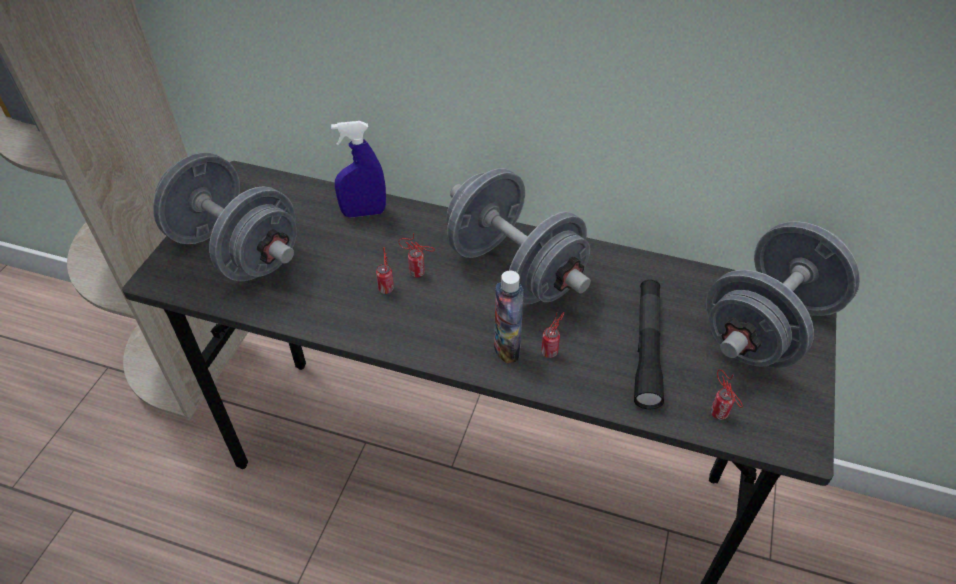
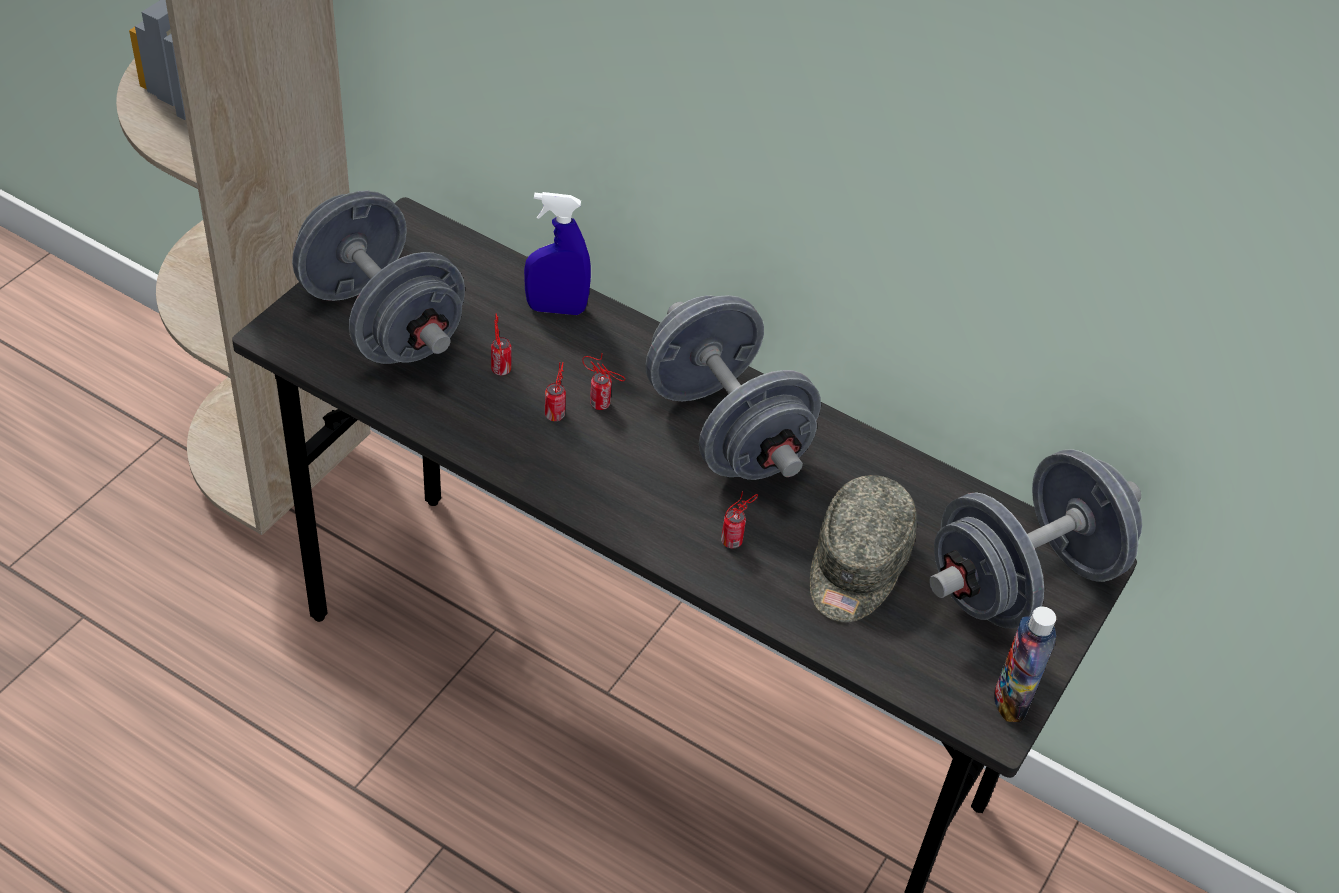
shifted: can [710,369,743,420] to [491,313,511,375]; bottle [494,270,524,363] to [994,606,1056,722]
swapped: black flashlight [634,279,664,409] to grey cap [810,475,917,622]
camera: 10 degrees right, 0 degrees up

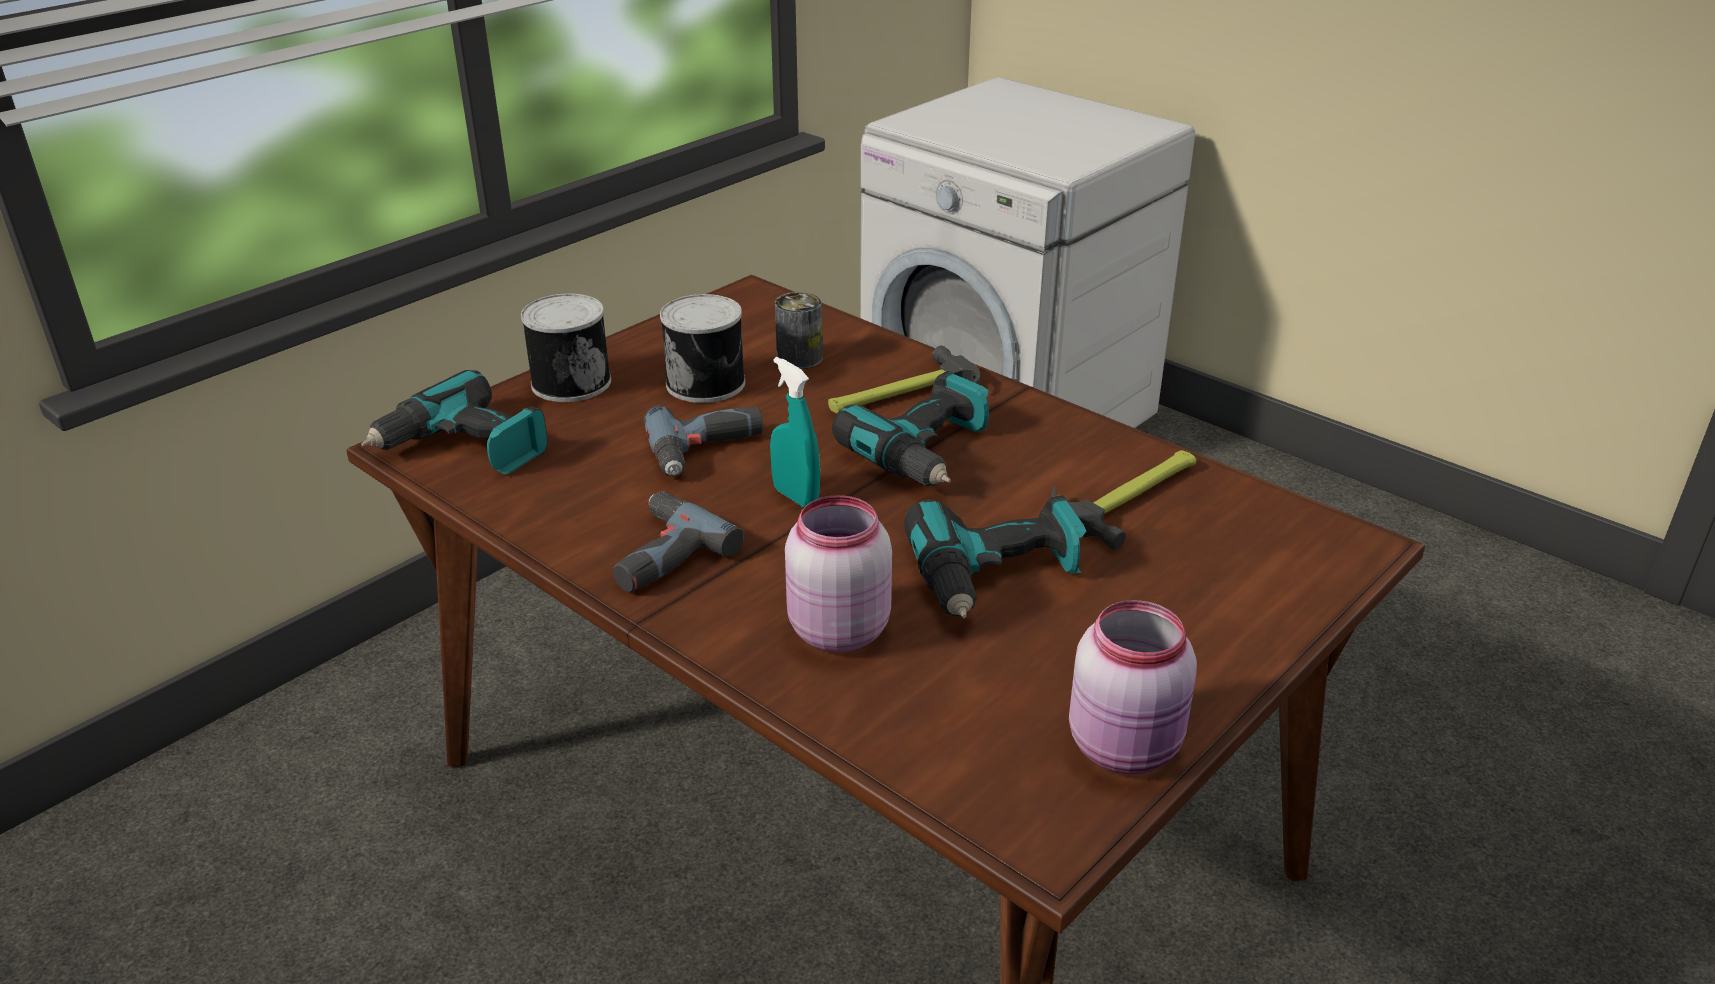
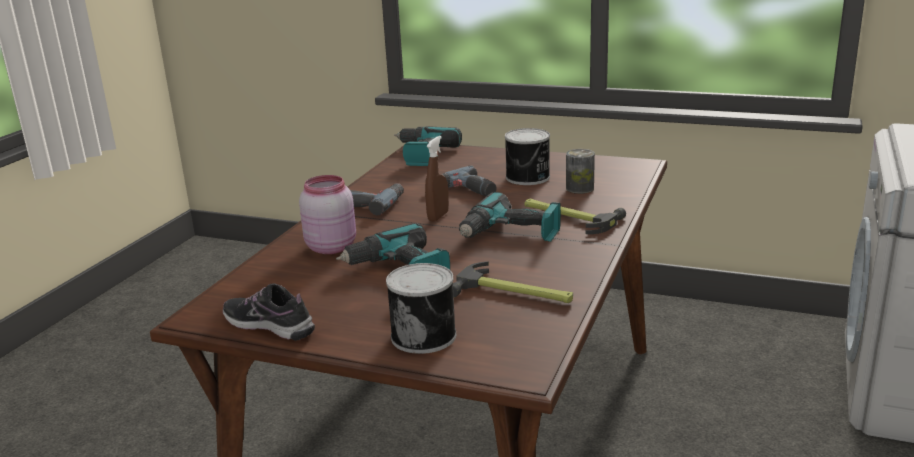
shifted: can [521,294,611,402] to [386,263,456,354]
swapped: pink jar [1069,600,1197,774] to shoe [223,283,315,341]
repainted: turquoise spray bottle [770,357,820,507] to brown spray bottle [425,136,449,221]
camera: 70 degrees right, 10 degrees down

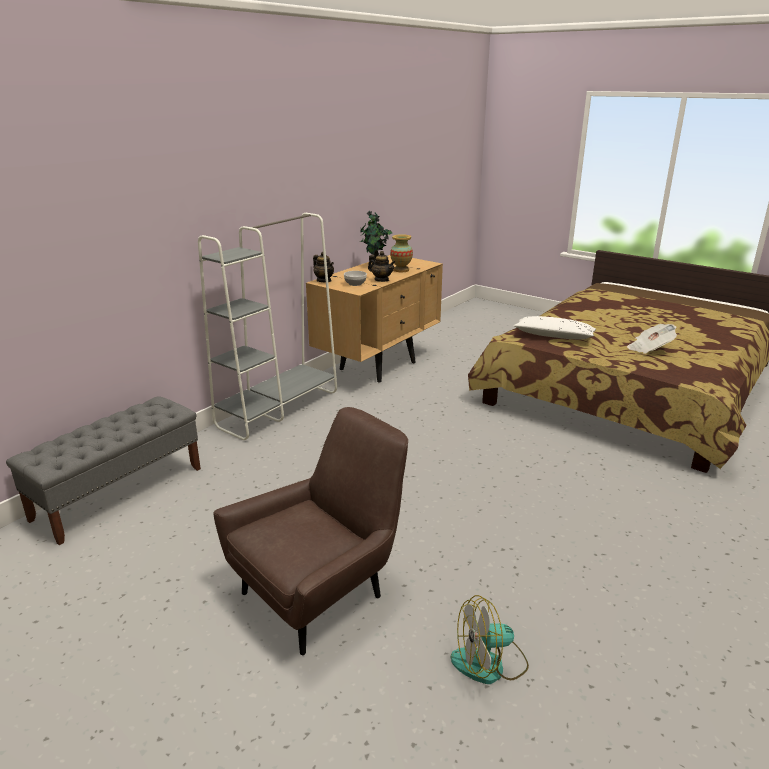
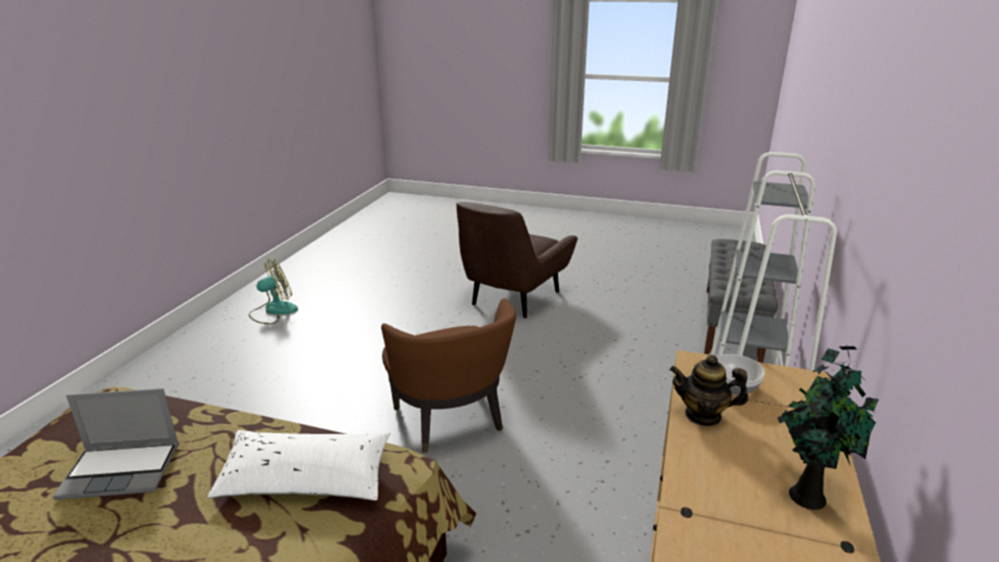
gone: teapot [313,252,334,282]; vase [390,234,413,272]
new: brown armchair [381,298,516,453]
shifted: fan [451,595,529,684] to [249,259,298,324]
swapped: newspaper [627,324,677,354] to laptop [53,388,179,500]
camera: 160 degrees right, 0 degrees up

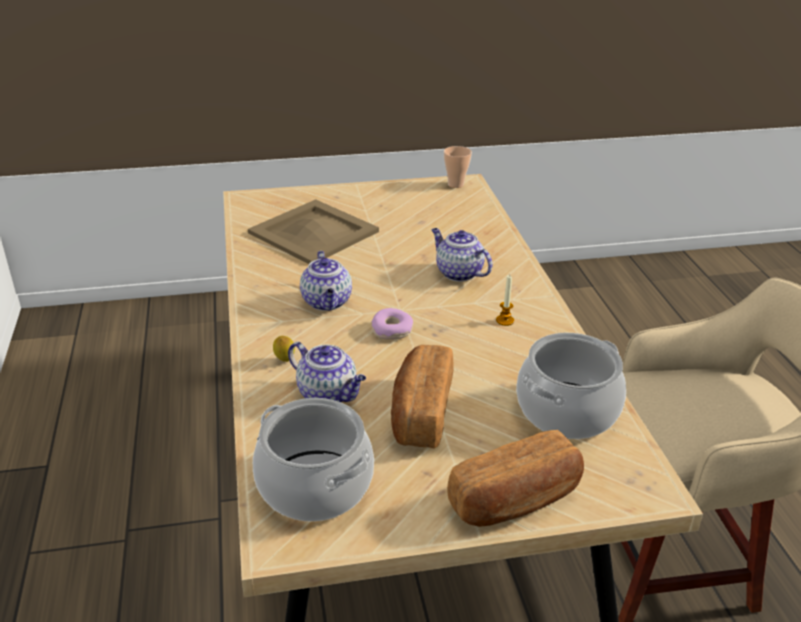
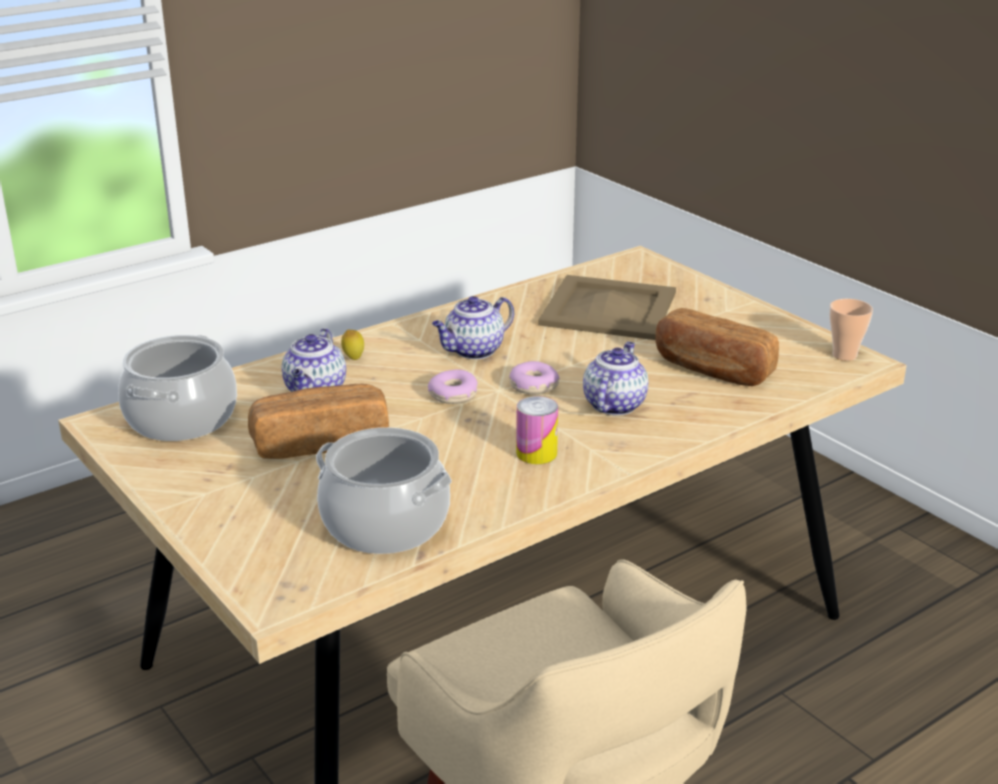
new: donut [509,361,559,394]
shifted: bread [447,430,584,527] to [655,308,779,386]
swapped: candle [496,275,514,326] to can [516,396,558,464]
camera: 65 degrees right, 5 degrees down

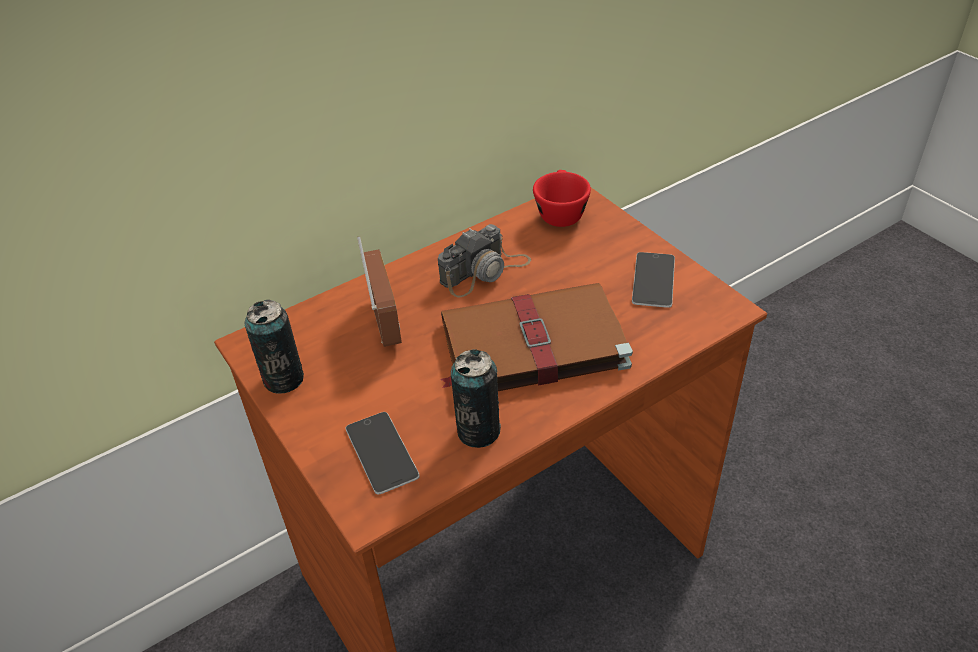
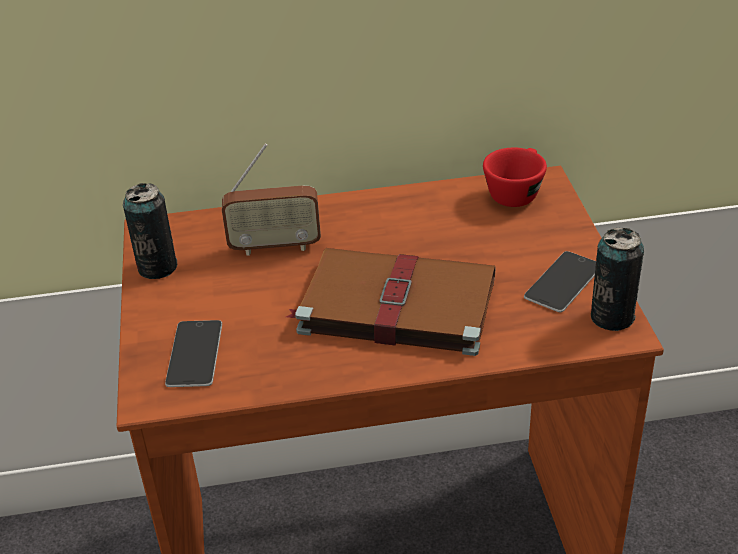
gone: photo camera [438,224,531,297]
shifted: can [451,349,501,448] to [591,228,644,331]
rotated: radio [357,236,402,347] = [222,143,321,256] 75 degrees clockwise
camera: 25 degrees right, 5 degrees down

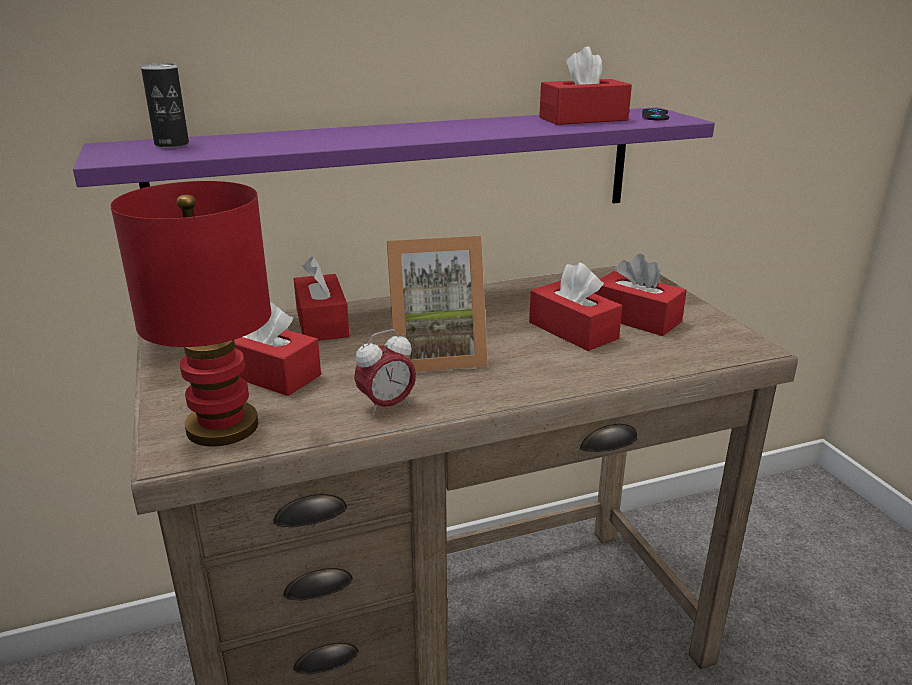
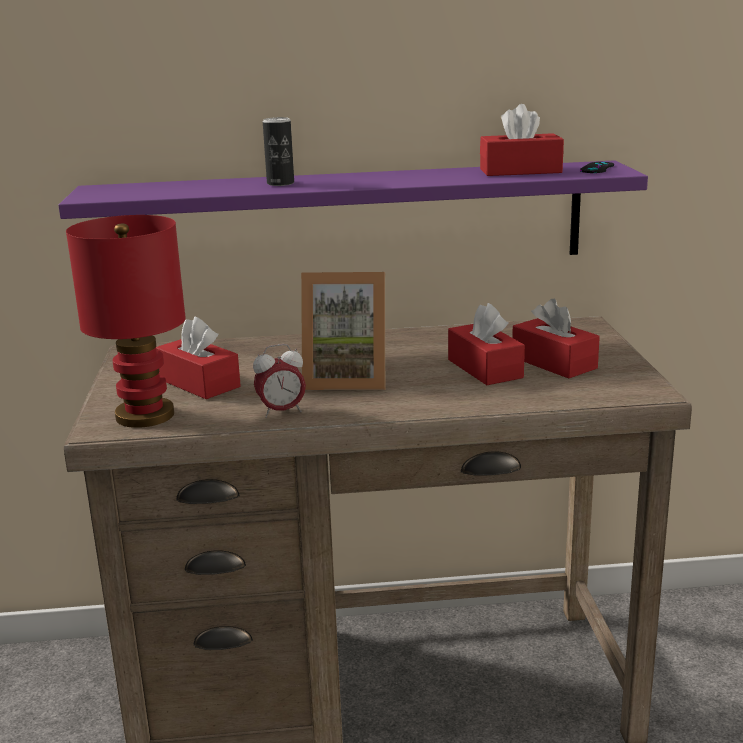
gone: red tissue box [294,257,349,341]
shifted: can [141,63,189,148] to [263,117,294,186]
camera: 15 degrees right, 5 degrees down

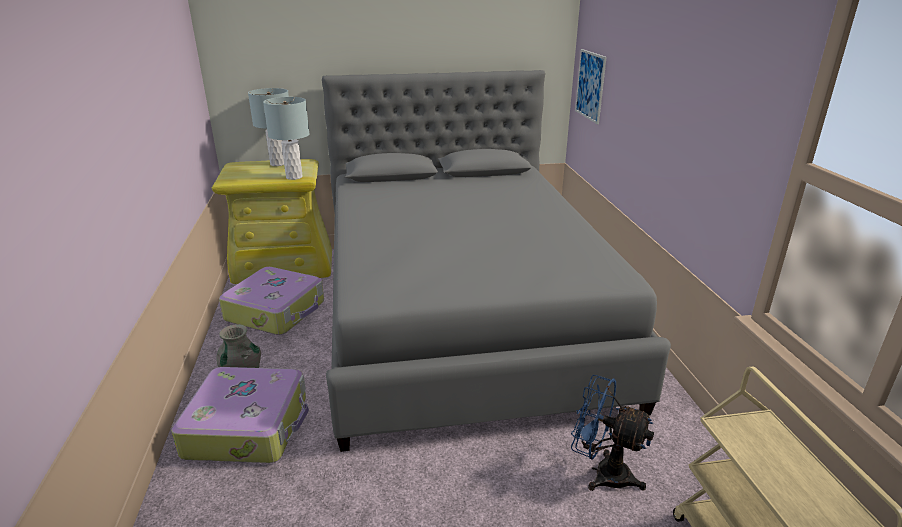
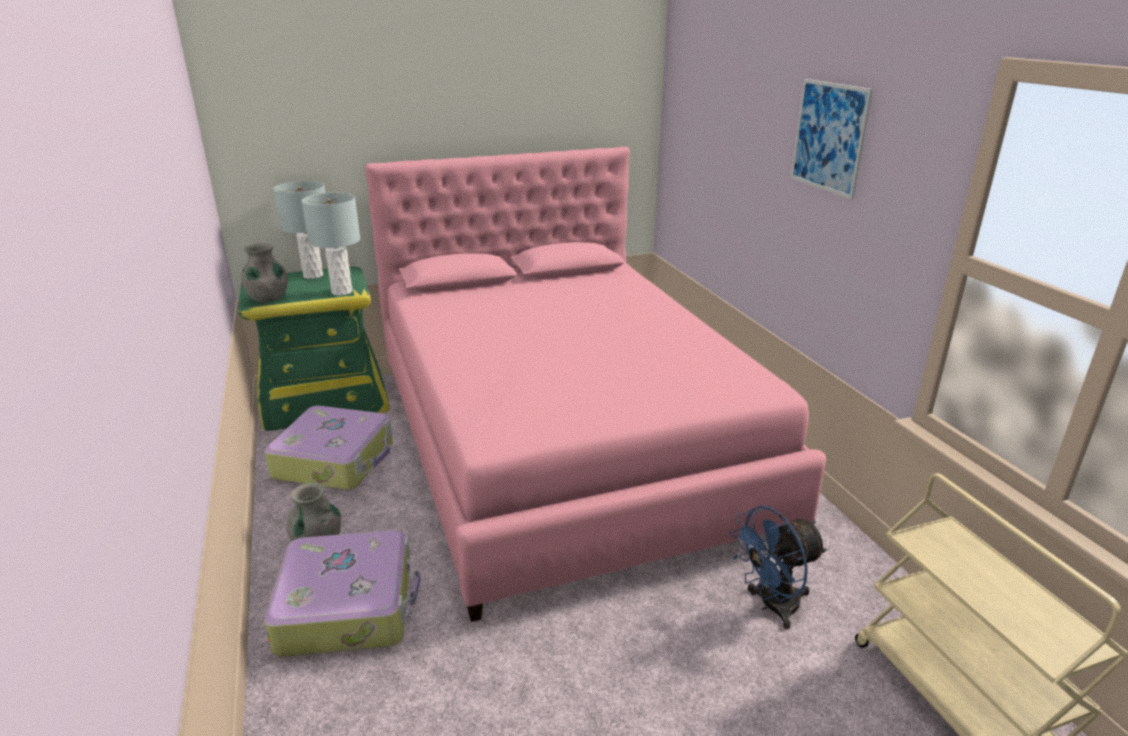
new: grey vase [241,243,288,303]
shifted: picture [575,49,607,124] to [790,79,873,199]
repainted: yellow nightstand [212,159,332,284] to green nightstand [238,266,390,431]; grey bed [322,70,671,452] to pink bed [365,147,826,622]
rotated: blue fan [571,375,654,491] = [729,506,827,629] 45 degrees counterclockwise
camera: 10 degrees left, 0 degrees up

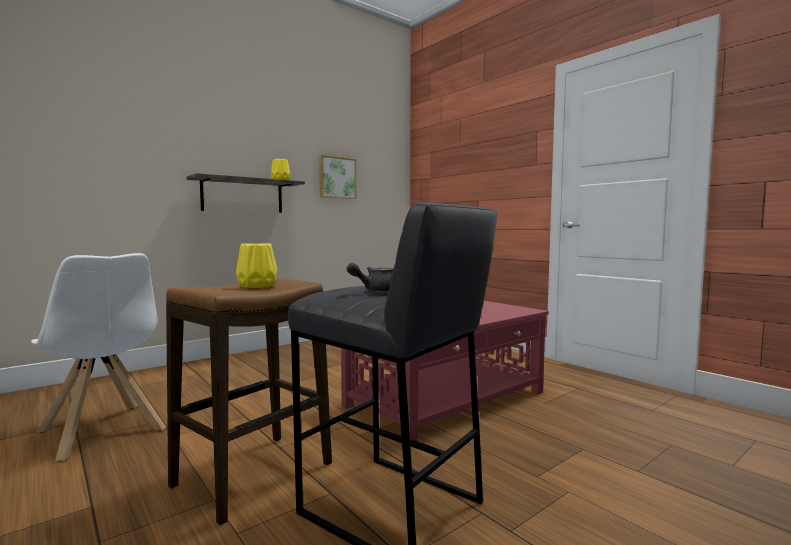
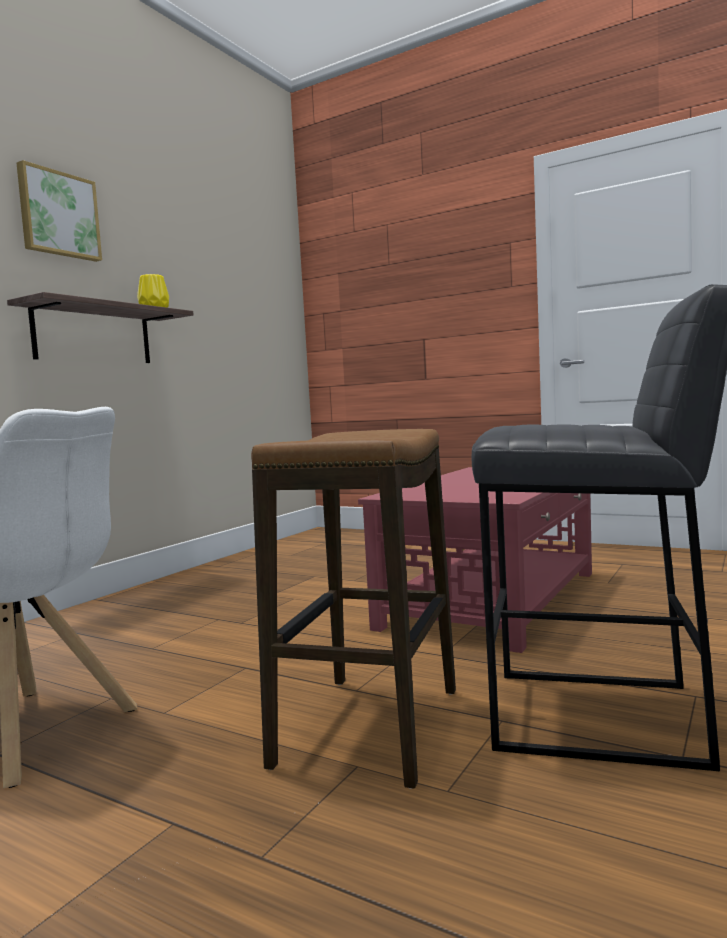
gone: yellow vase [236,243,277,288]; grey teapot [346,263,394,292]
shifted: picture [319,155,356,199] to [16,160,102,262]
camera: 20 degrees left, 0 degrees up

